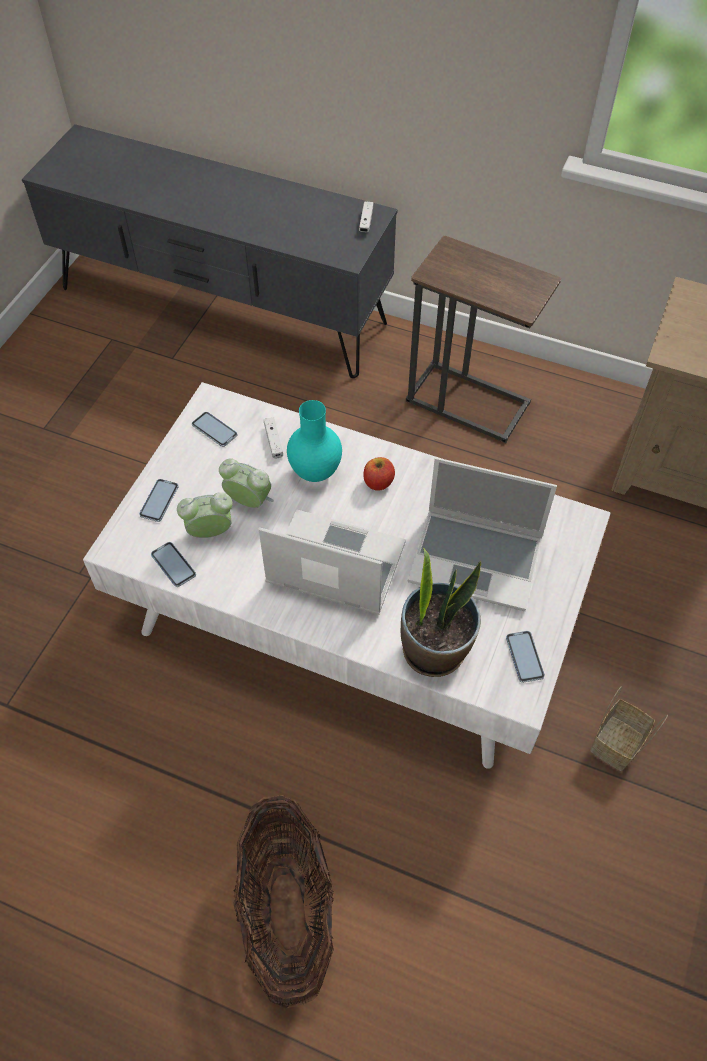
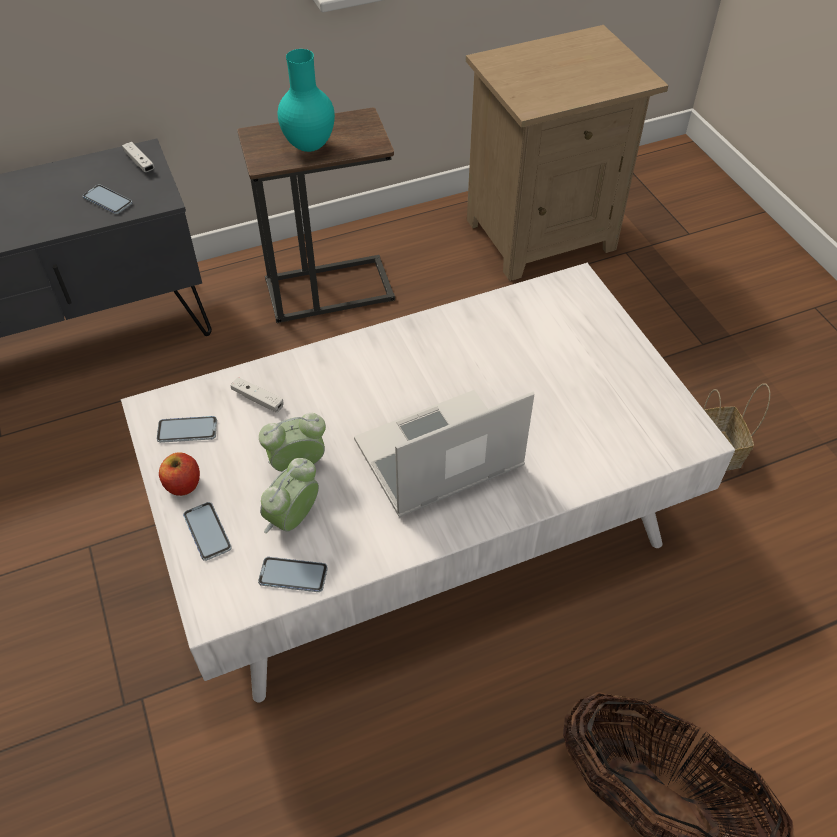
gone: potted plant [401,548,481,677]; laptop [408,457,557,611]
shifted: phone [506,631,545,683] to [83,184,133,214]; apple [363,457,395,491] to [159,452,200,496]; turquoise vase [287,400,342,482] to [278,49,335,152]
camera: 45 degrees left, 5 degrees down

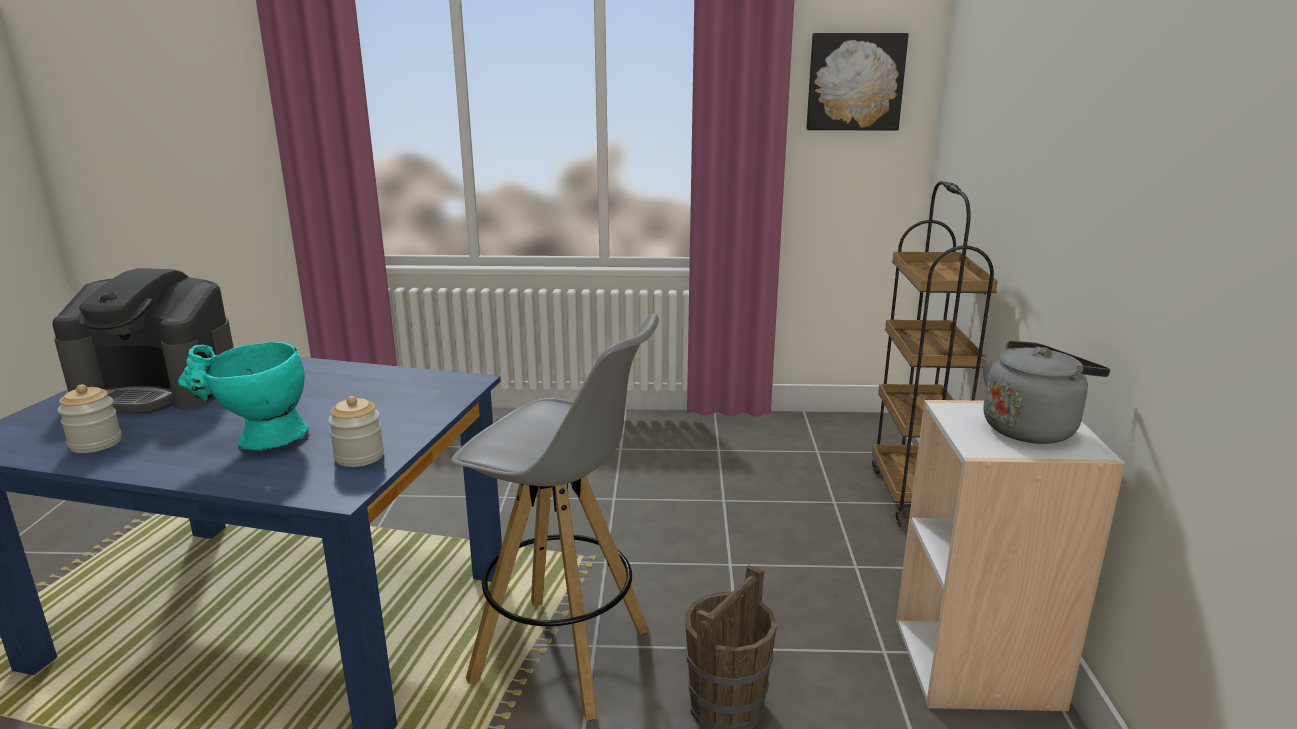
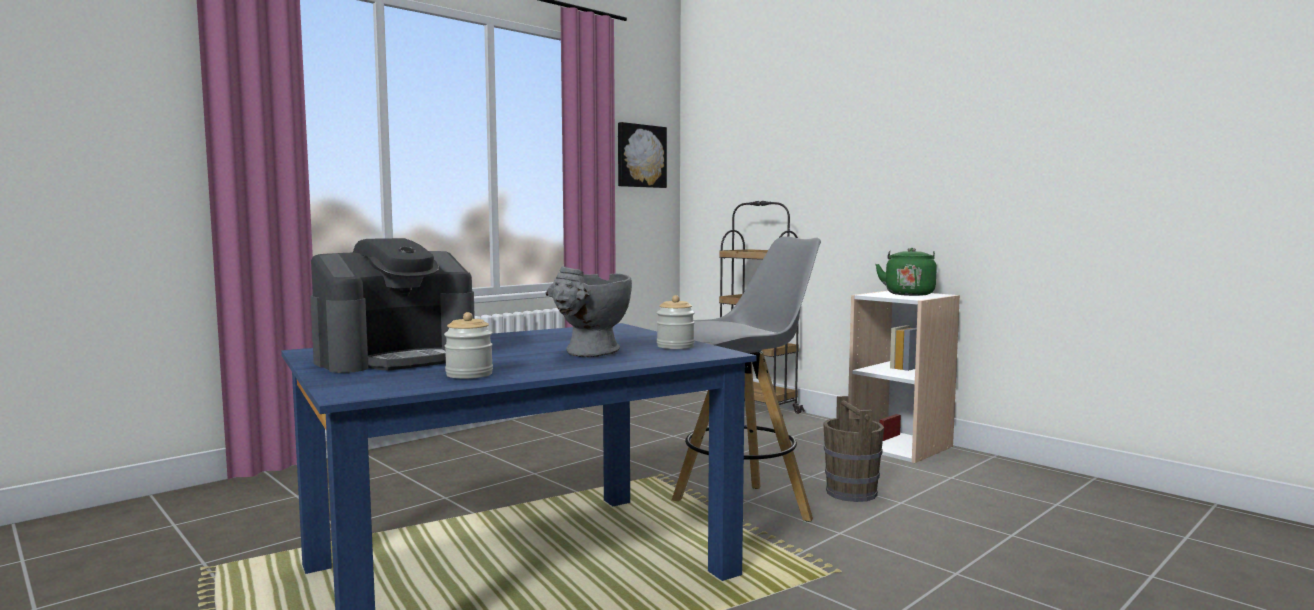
repainted: turquoise vase [178,342,308,451] to grey vase [545,266,632,357]; grey kettle [983,341,1110,444] to green kettle [875,248,937,296]
camera: 45 degrees left, 15 degrees down

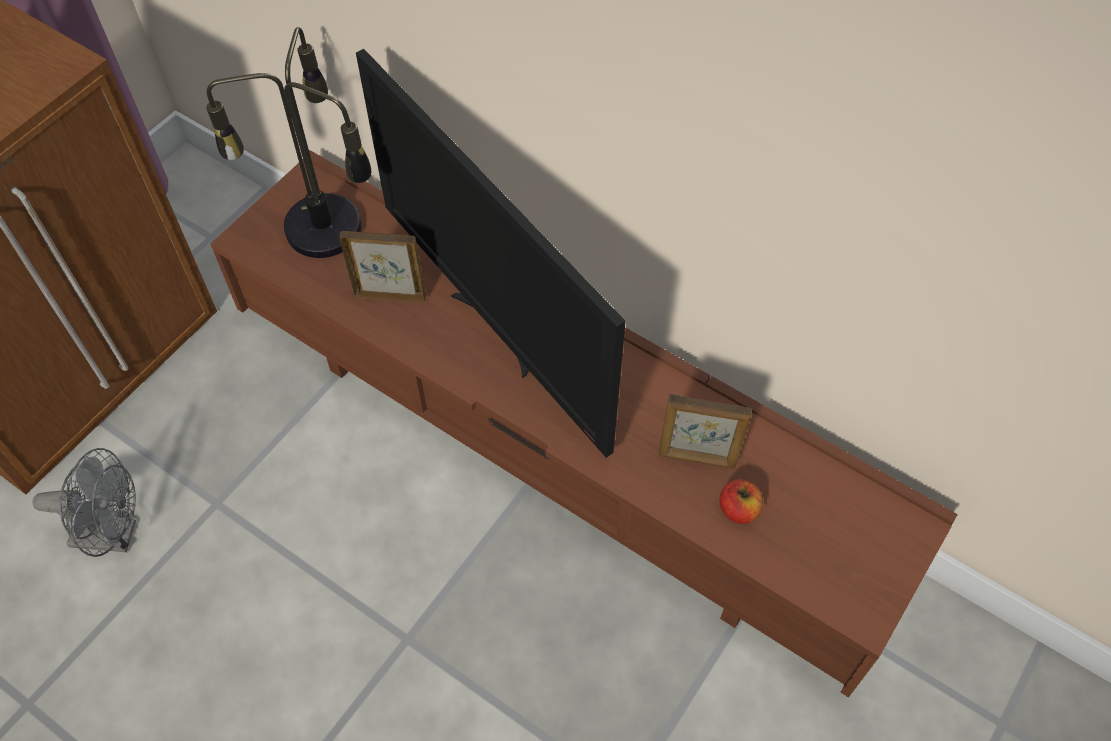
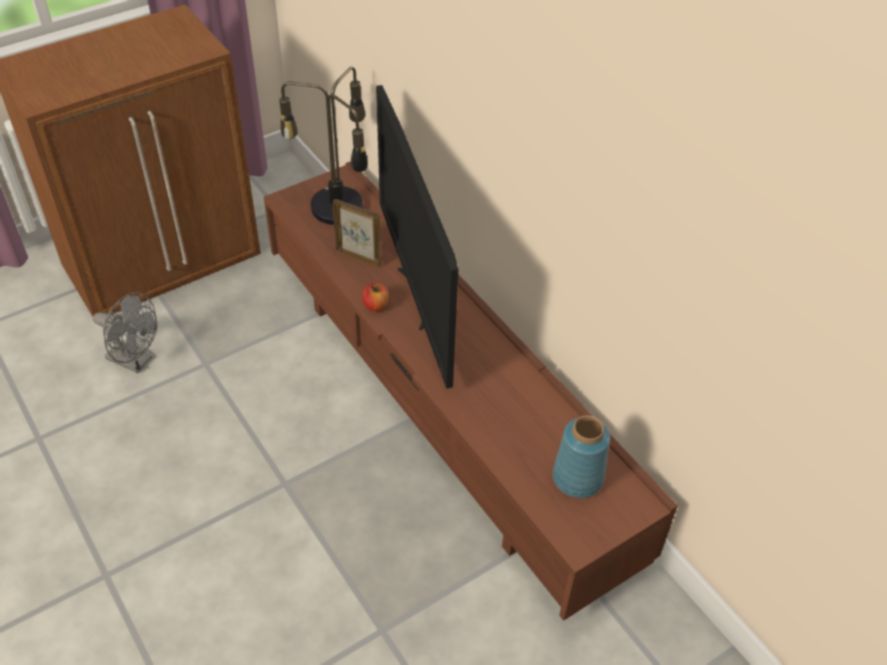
gone: picture frame [659,394,752,469]
new: blue vase [552,415,610,498]
shifted: apple [720,479,763,524] to [362,282,389,311]
camera: 20 degrees right, 10 degrees down

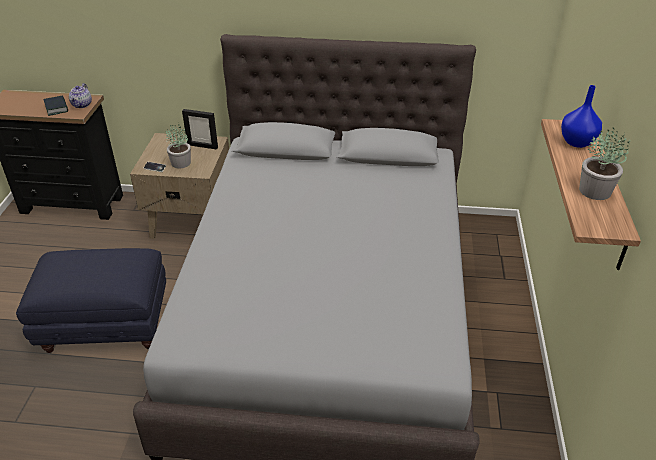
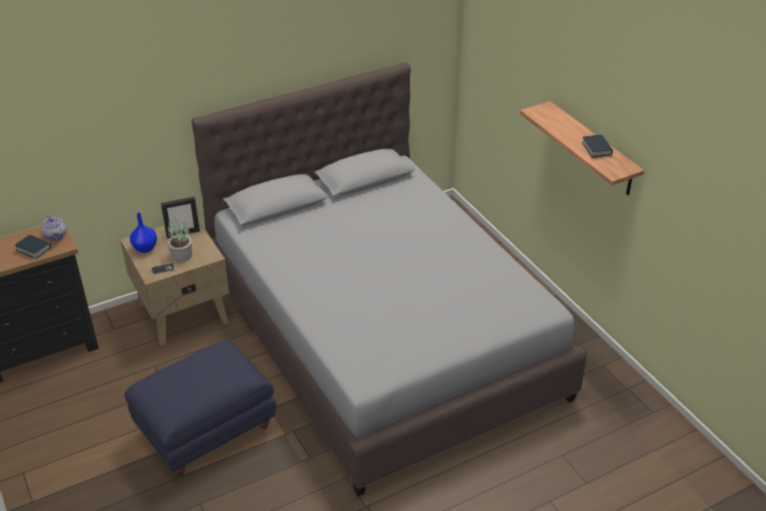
shifted: blue vase [561,85,602,148] to [130,213,157,253]
swapped: potted plant [579,128,630,200] to book [582,135,613,158]
camera: 35 degrees left, 0 degrees up

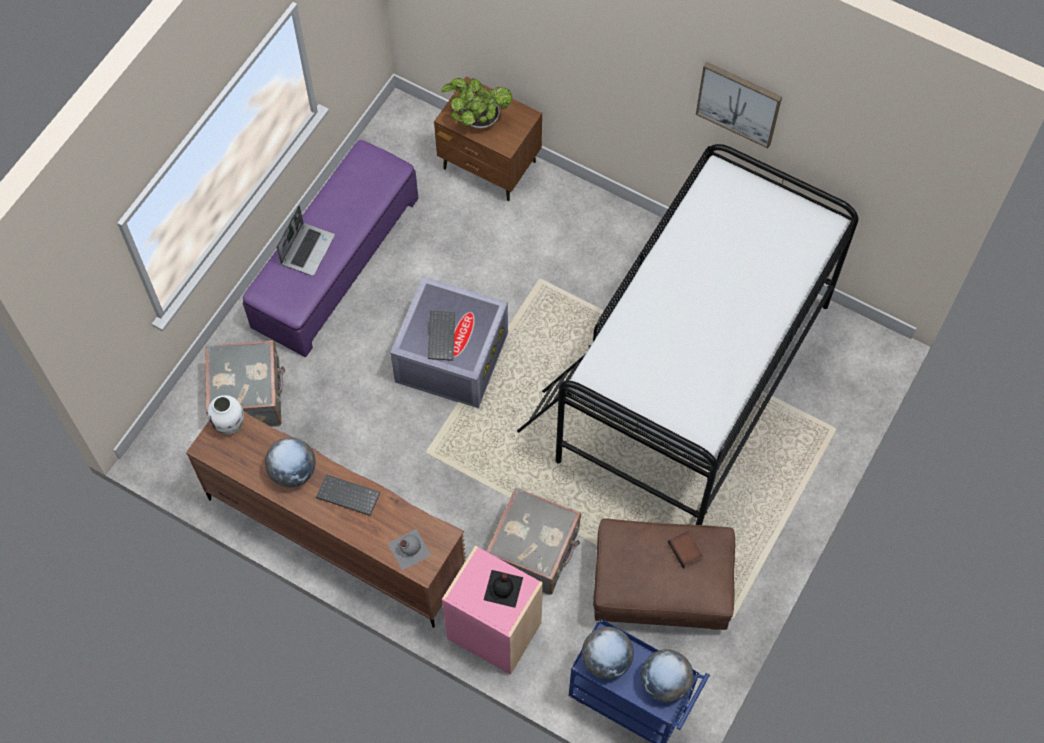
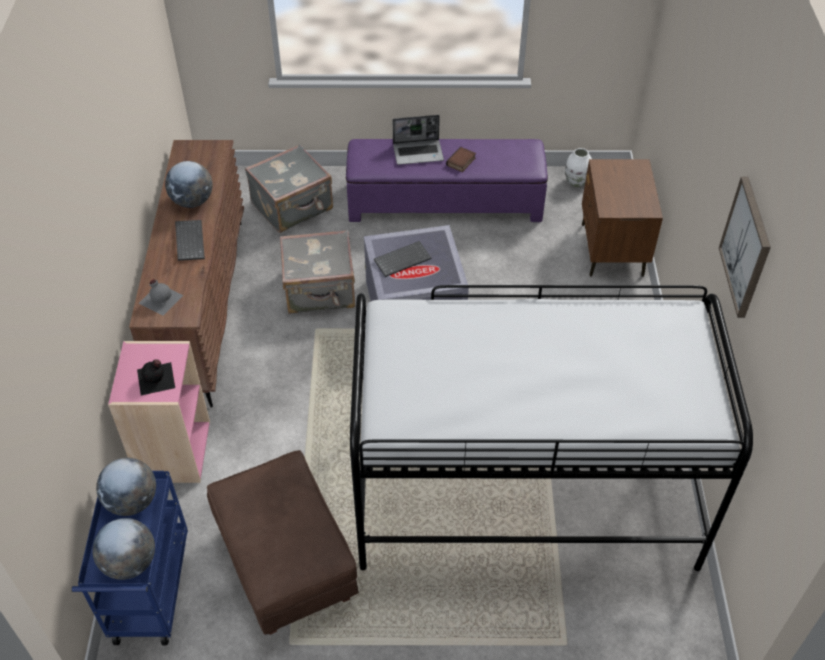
gone: potted plant [441,78,512,129]
shifted: grey suitcase [486,487,581,595] to [280,230,355,314]; book [668,531,703,569] to [446,147,476,172]; white vase [208,395,244,434] to [565,148,592,187]
camera: 60 degrees right, 15 degrees down

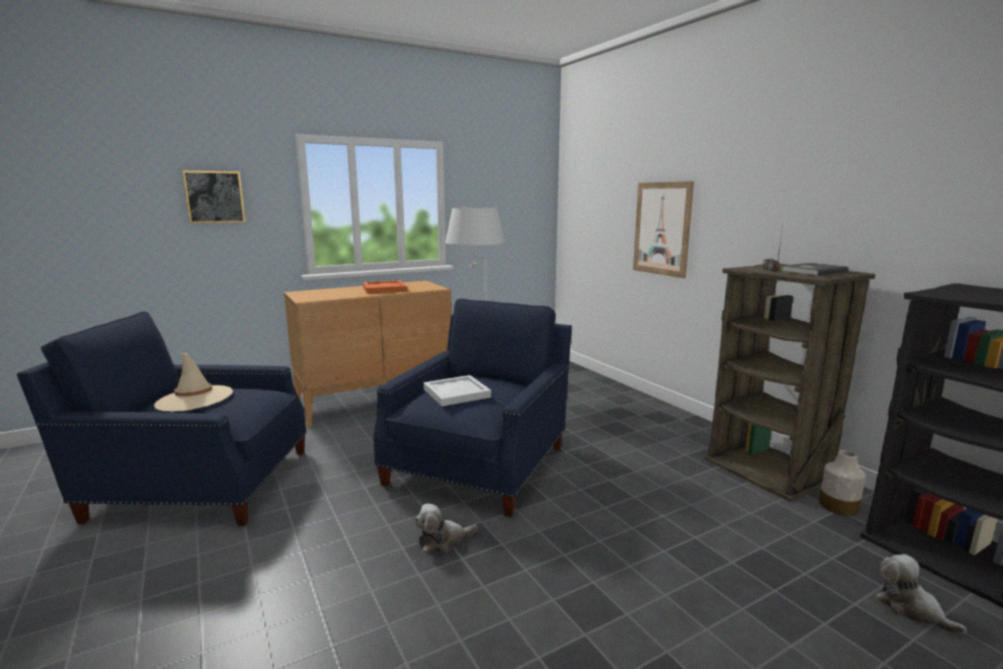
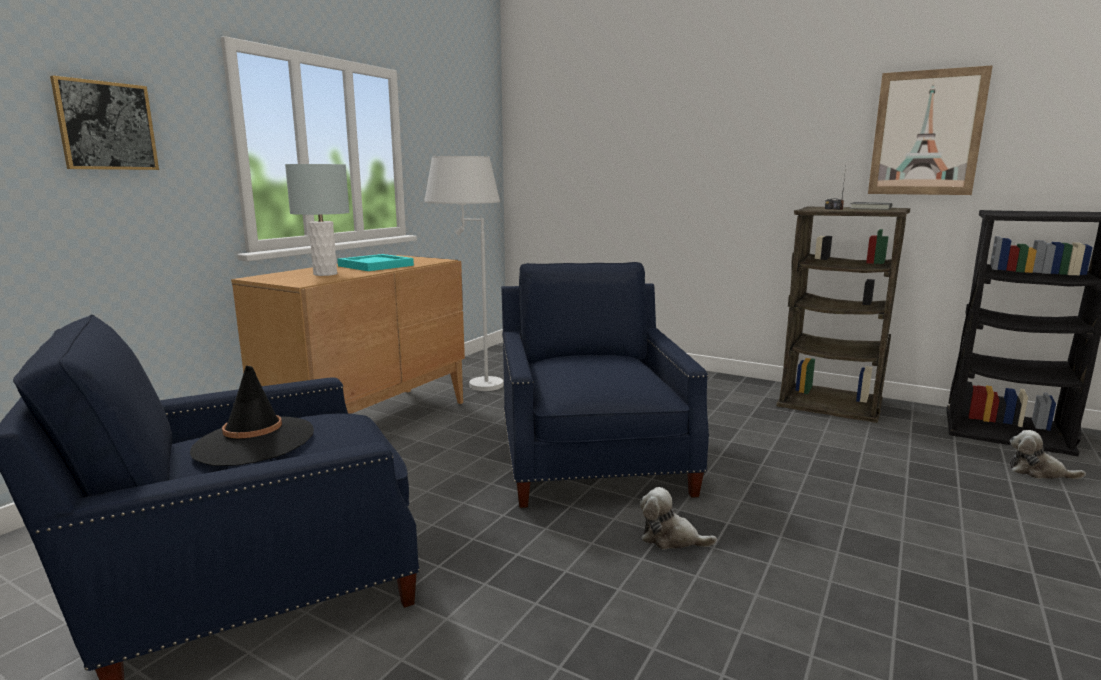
gone: white tray [423,375,491,406]; beige vase [819,450,866,516]
new: grey table lamp [285,164,350,276]
shifted: picture [633,181,694,278] to [868,65,993,195]
repainted: beige hat [154,353,233,412] to black hat [190,366,314,466]; orange tray [363,280,407,294] to turquoise tray [338,254,414,271]
rotated: plush toy [414,504,477,554] = [640,487,717,549] 75 degrees clockwise
camera: 30 degrees left, 0 degrees up

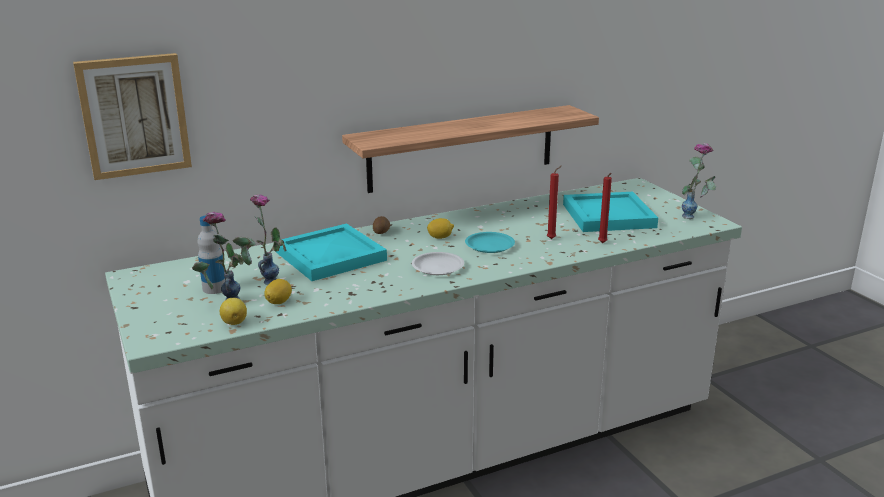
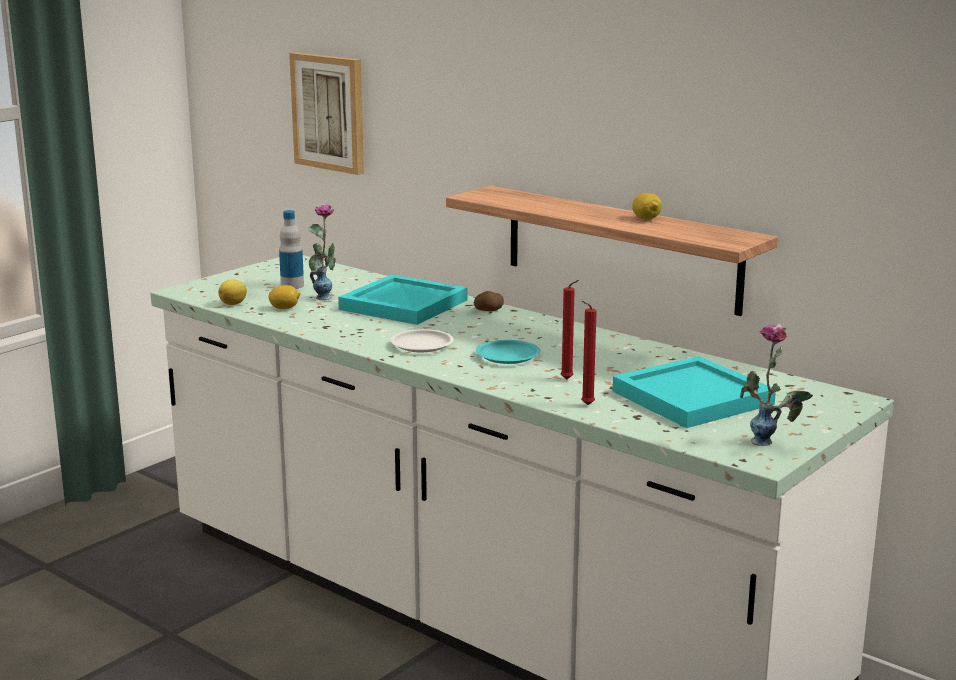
gone: vase [192,212,244,300]
shifted: lemon [427,218,454,239] to [632,193,662,220]
camera: 65 degrees right, 5 degrees down

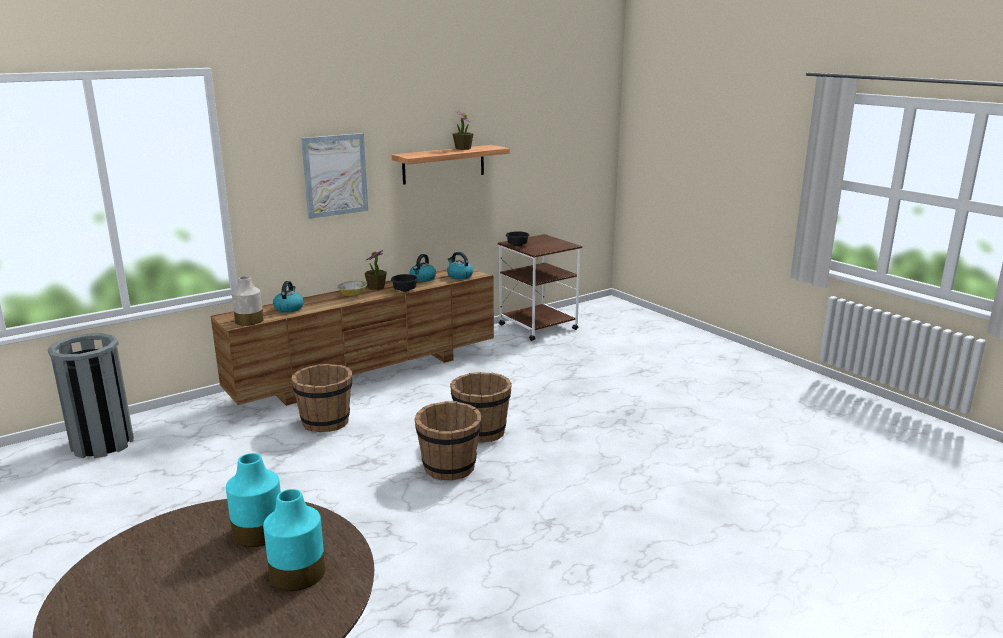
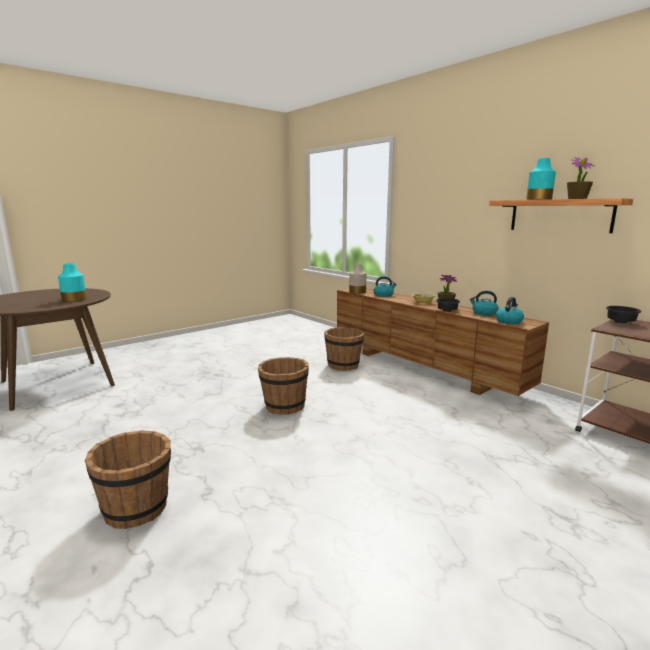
gone: grey trash can [48,333,134,458]; picture [301,133,368,219]
shifted: brown bucket [450,372,512,443] to [85,431,171,529]; turquoise vase [263,489,325,591] to [526,158,556,200]
camera: 85 degrees right, 5 degrees down

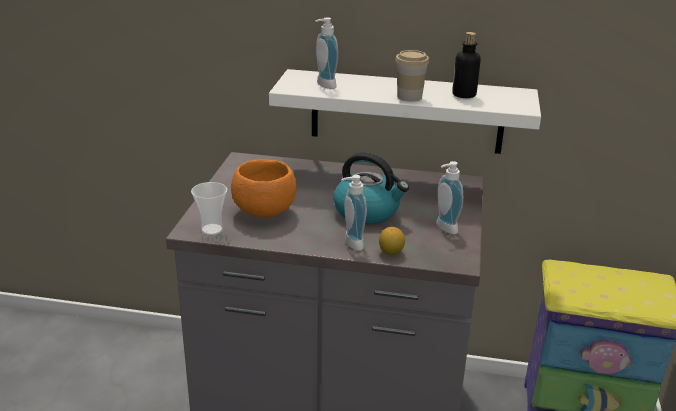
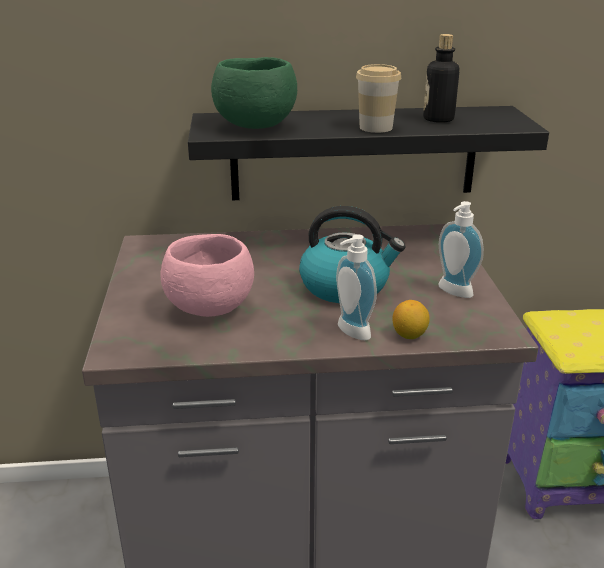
gone: cup [191,182,227,235]
swapped: soap dispenser [315,17,338,89] to green bowl [211,57,297,129]
repainted: orange bowl [231,159,297,218] to pink bowl [160,234,254,317]; white shelf [269,69,541,154] to black shelf [188,106,549,200]
camera: 15 degrees left, 0 degrees up

